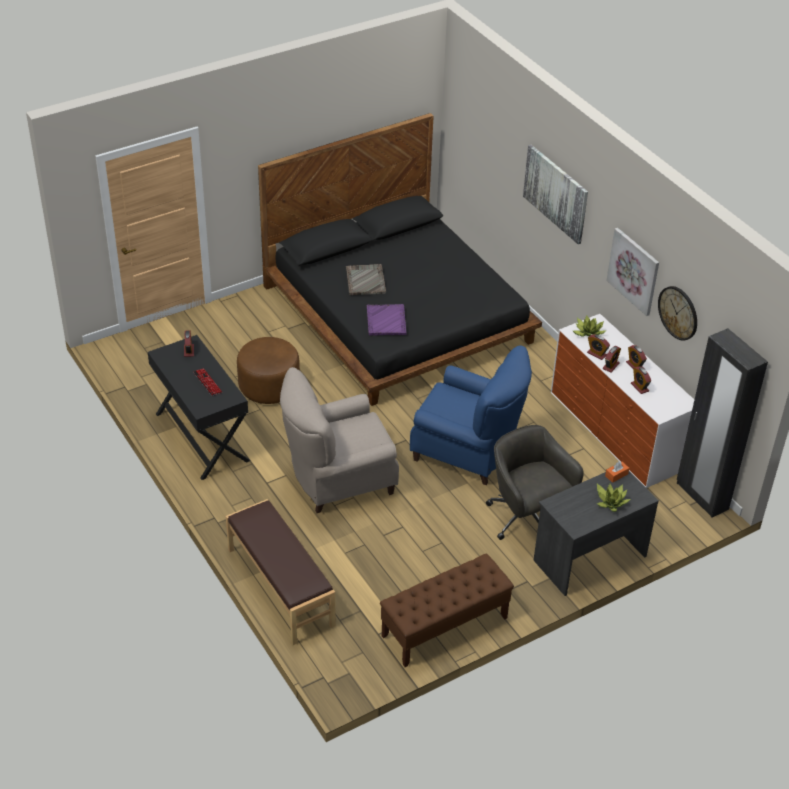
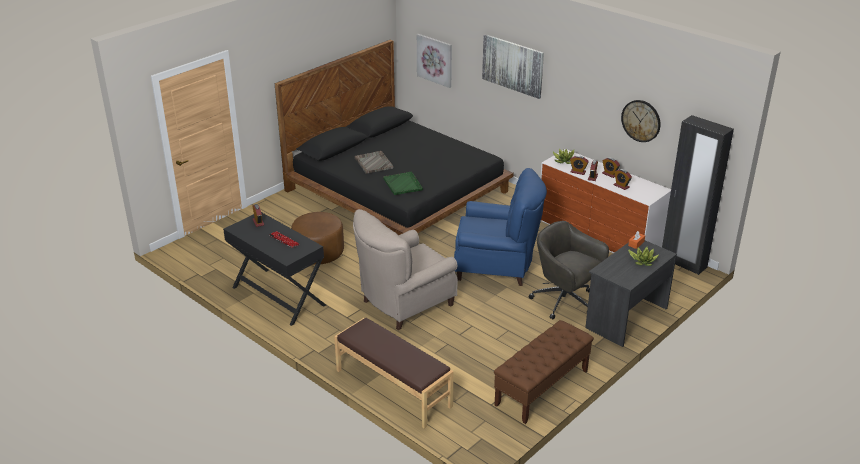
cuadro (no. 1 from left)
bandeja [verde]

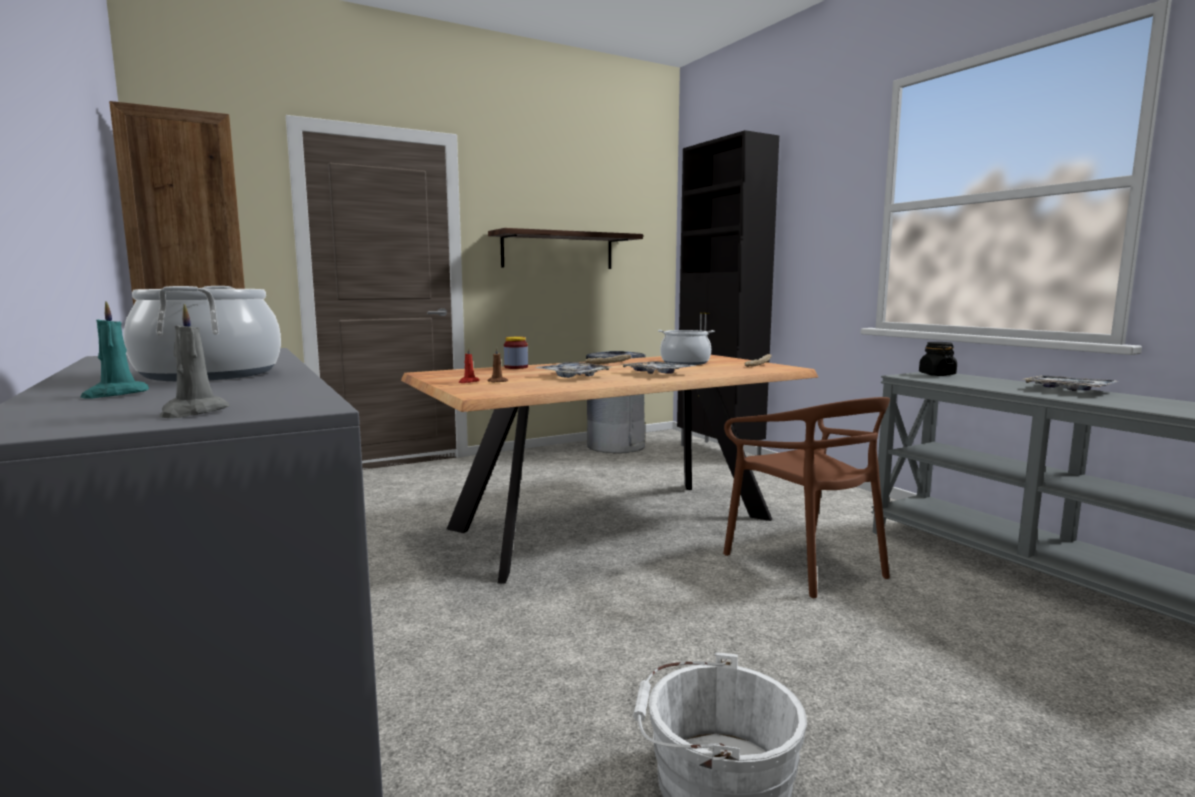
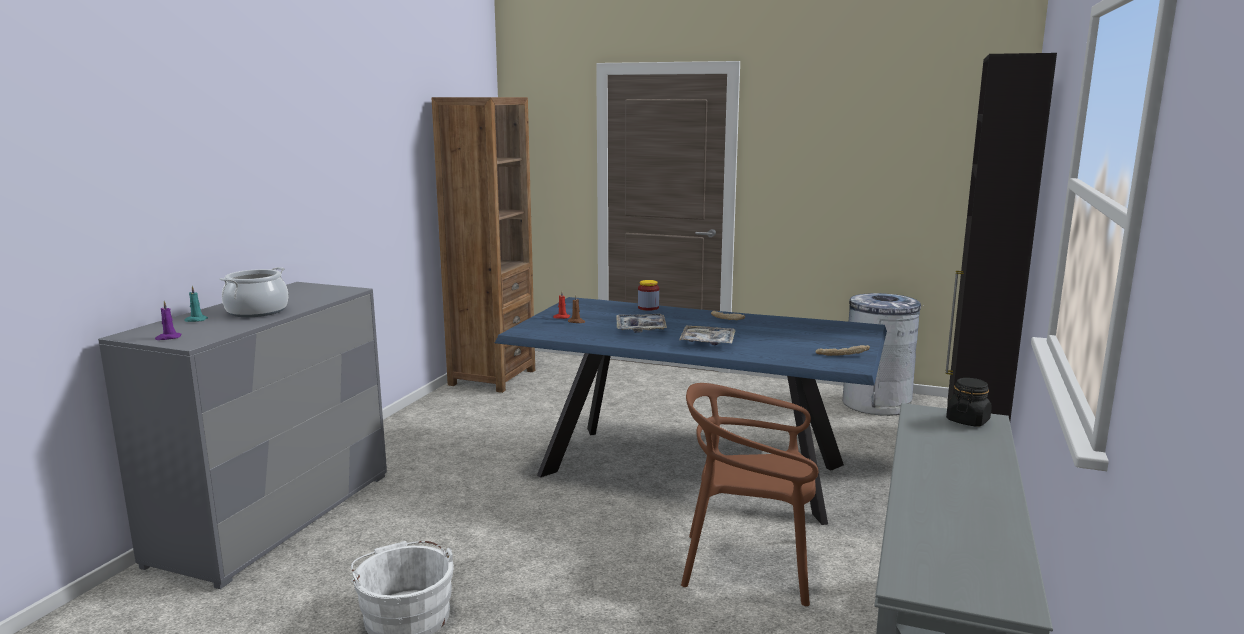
estante
olla (no. 2 from left in the first image)
bandeja (no. 3 from left in the first image)
vela [morado]
mesa de comedor [azul]
silla [marrón]

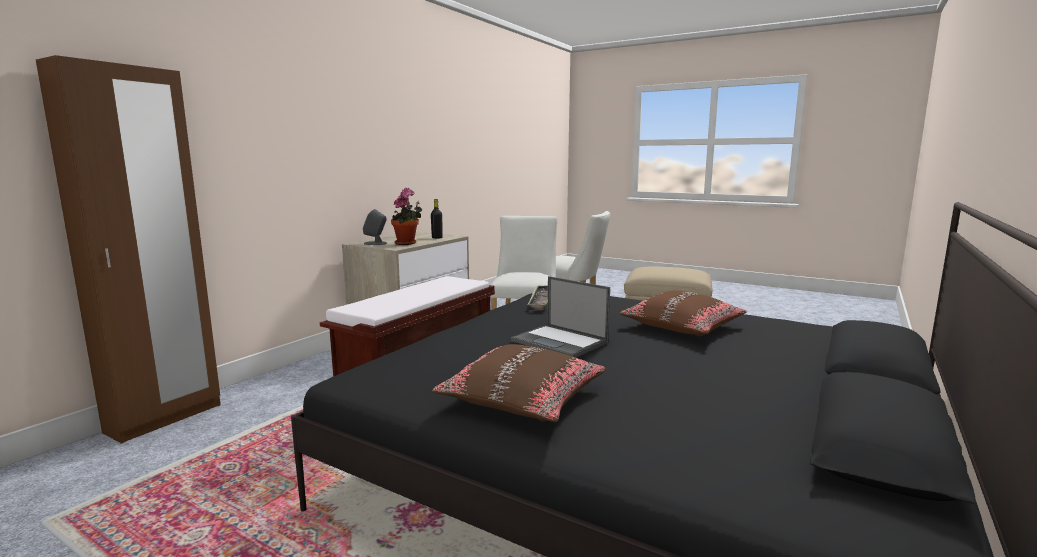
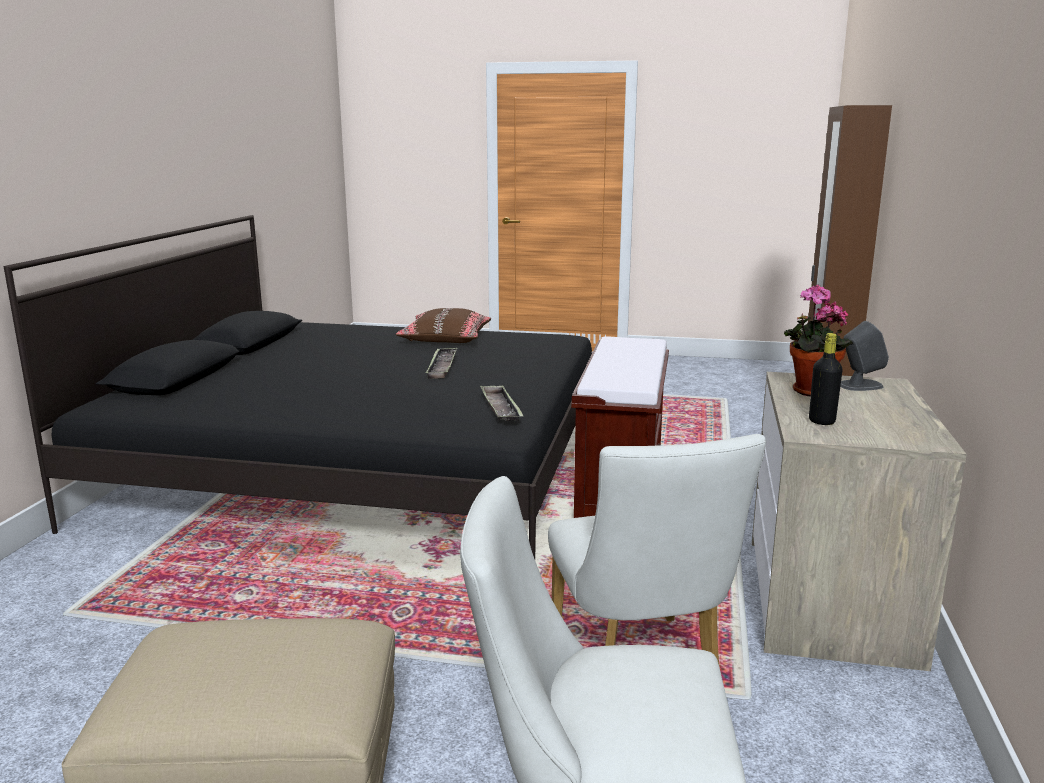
cojín [marrón] (no. 2 from left in the first image)
bandeja (no. 1 from left)

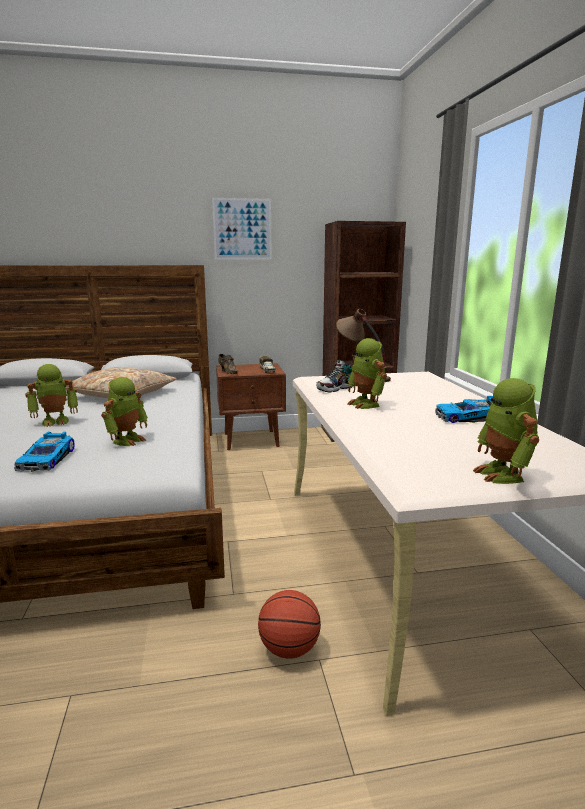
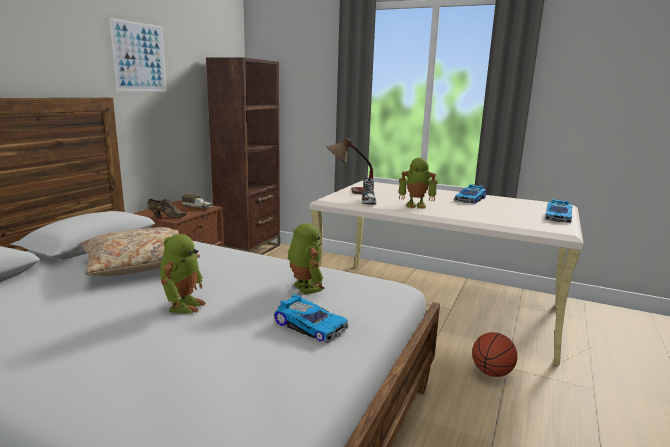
coche de juguete (no. 3 from left)

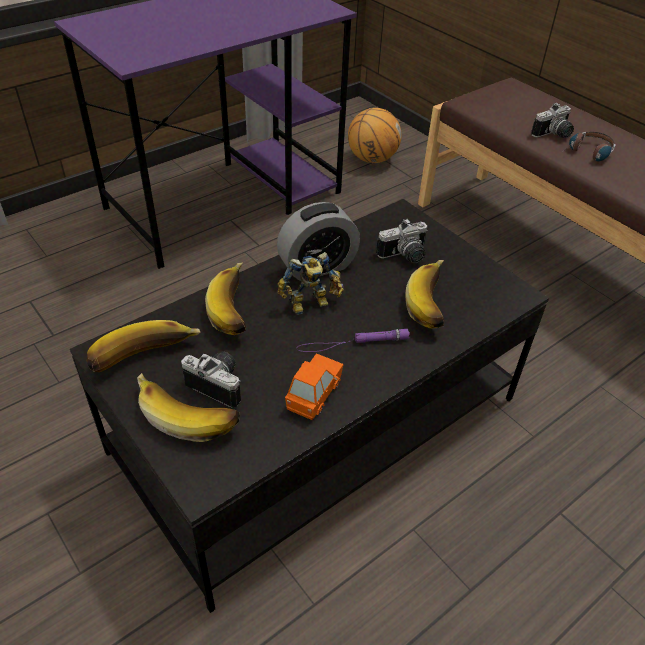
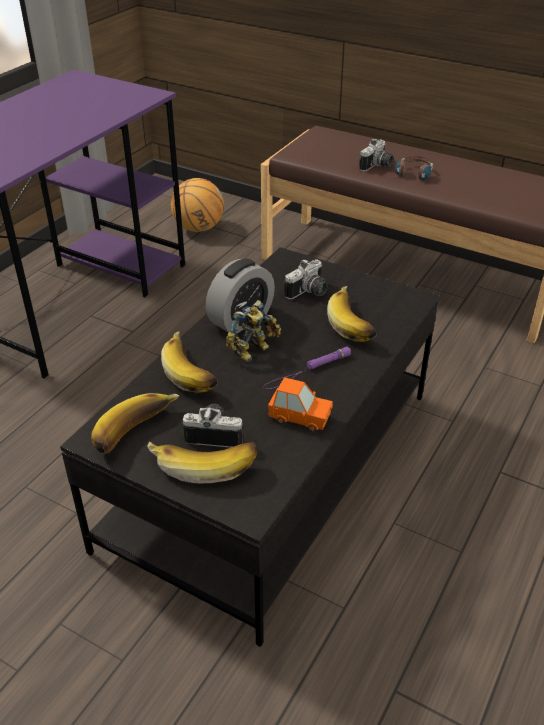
coche de juguete [naranja]

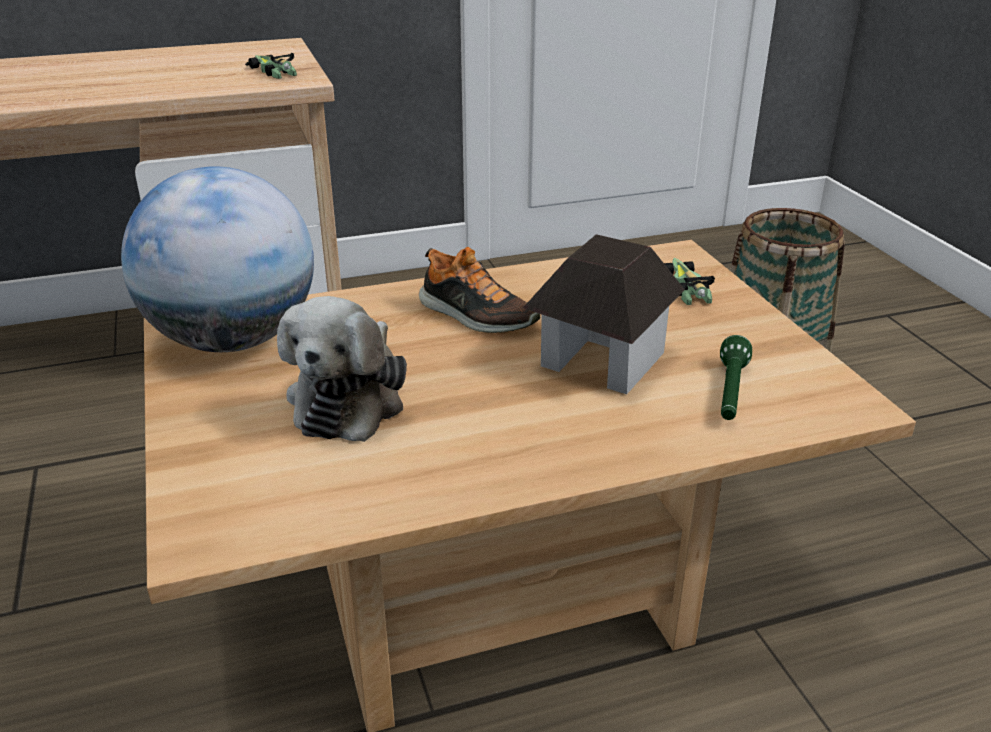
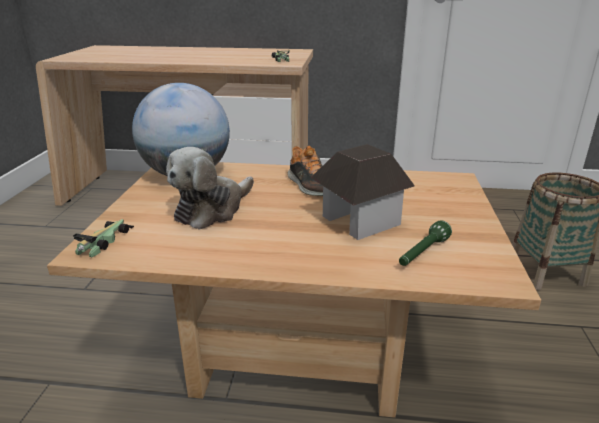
coche de juguete (no. 1 from left)

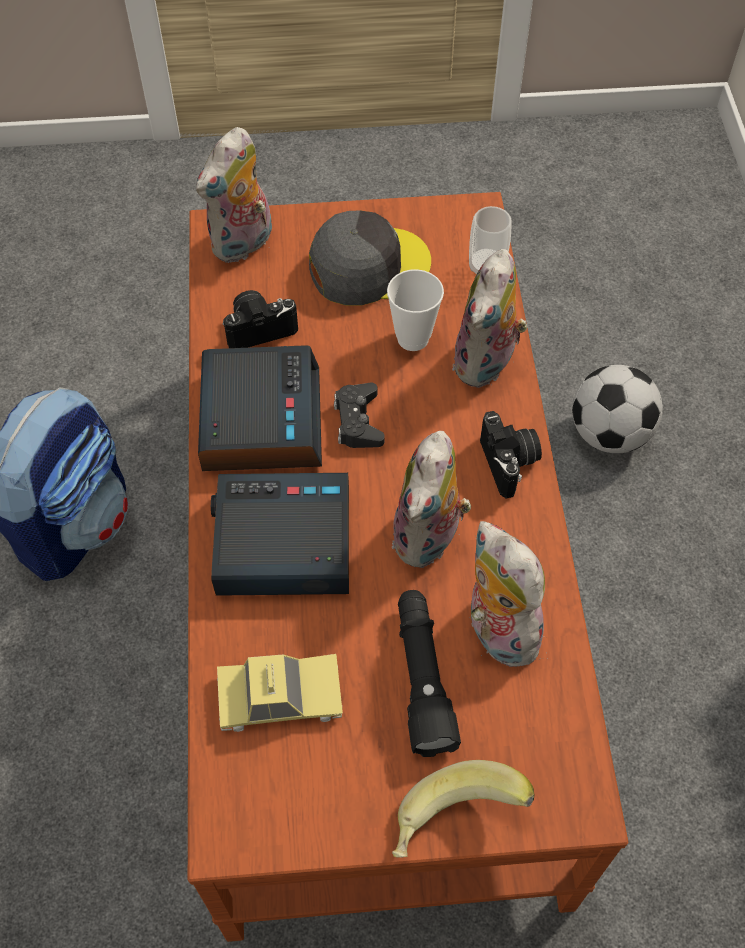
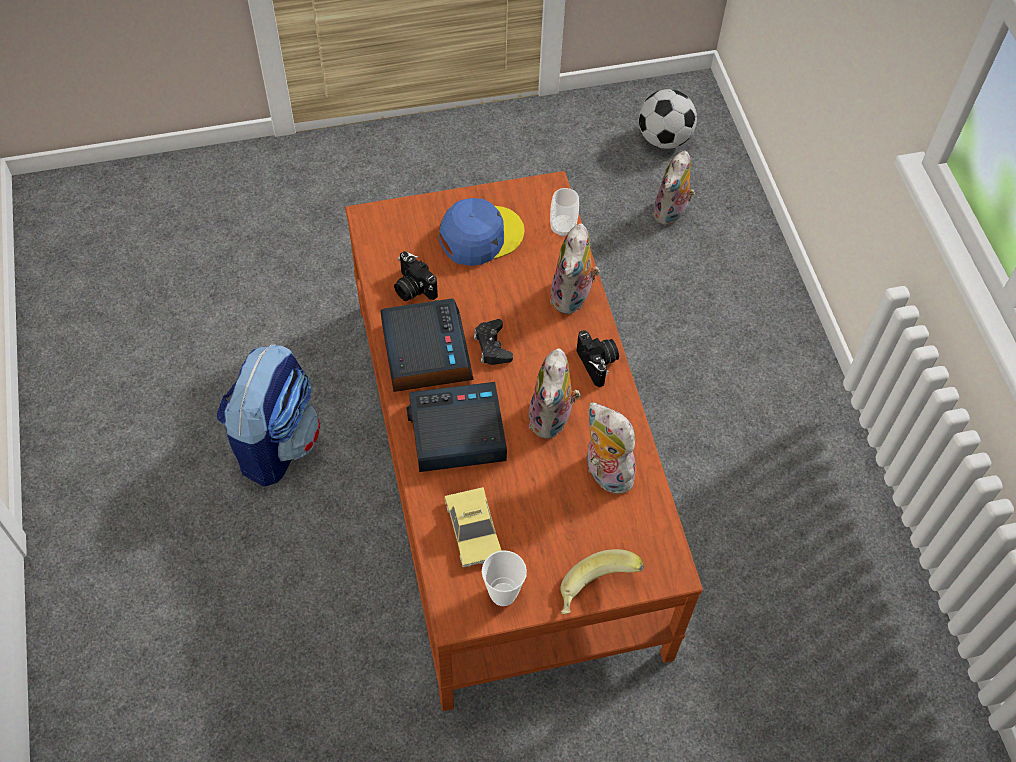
linterna [negro]
peluche (no. 4 from left)
taza (no. 1 from left)
balón de fútbol
gorra [azul]
coche de juguete
cámara (no. 1 from left)

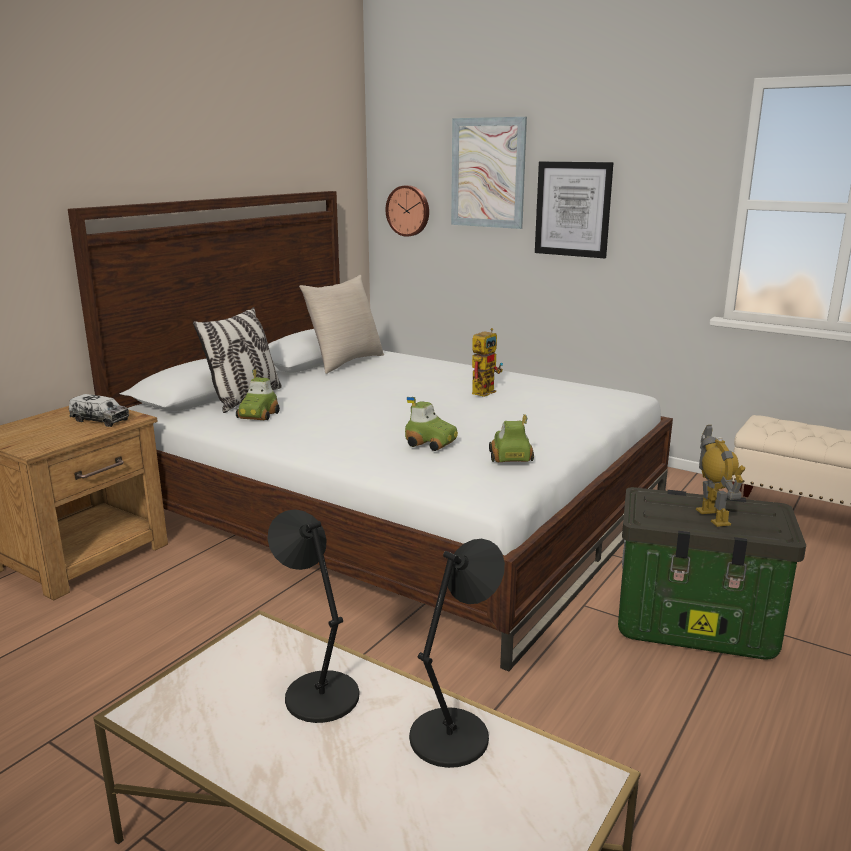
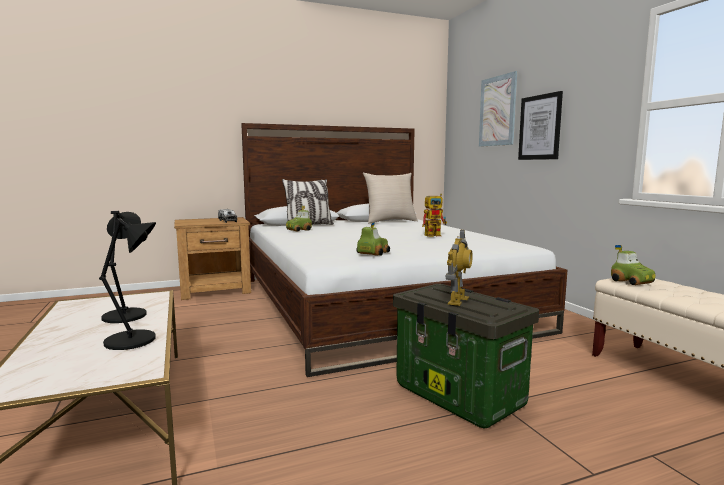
reloj de pared
coche de juguete (no. 3 from left)

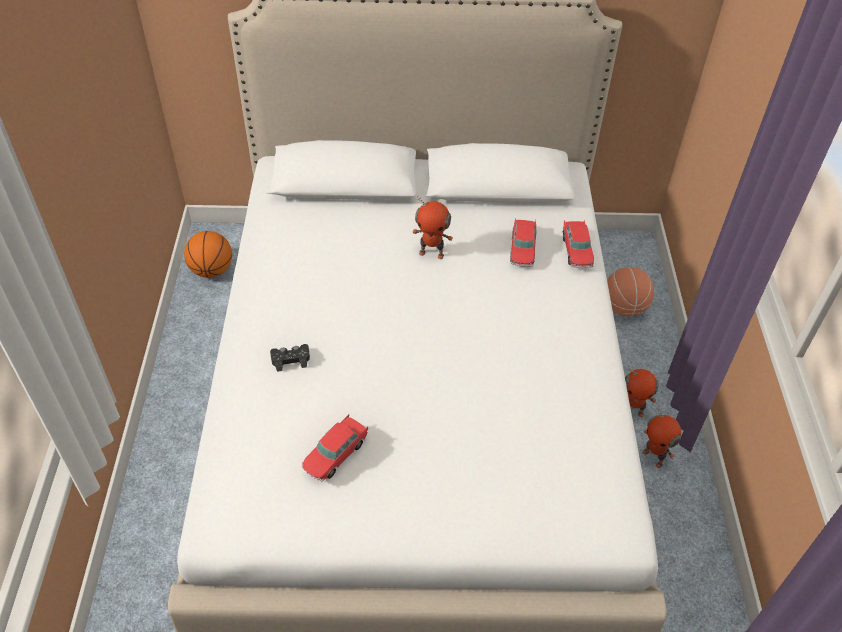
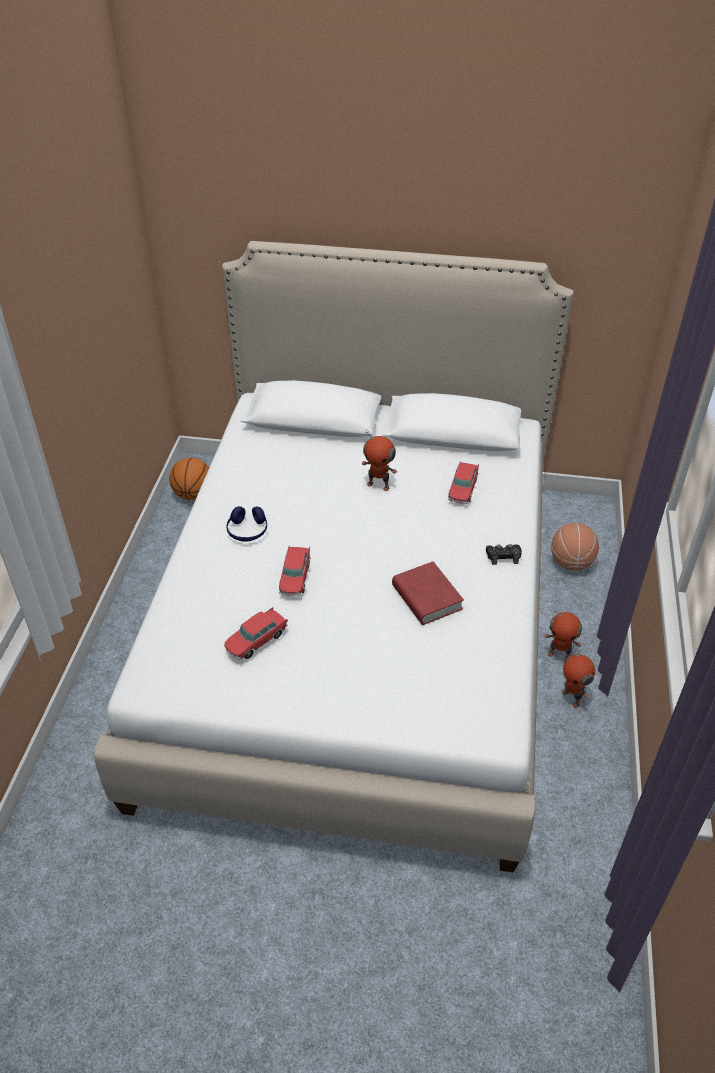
auriculares [azul]
libro [rojo]
mando de consola [negro]
coche de juguete (no. 2 from left)

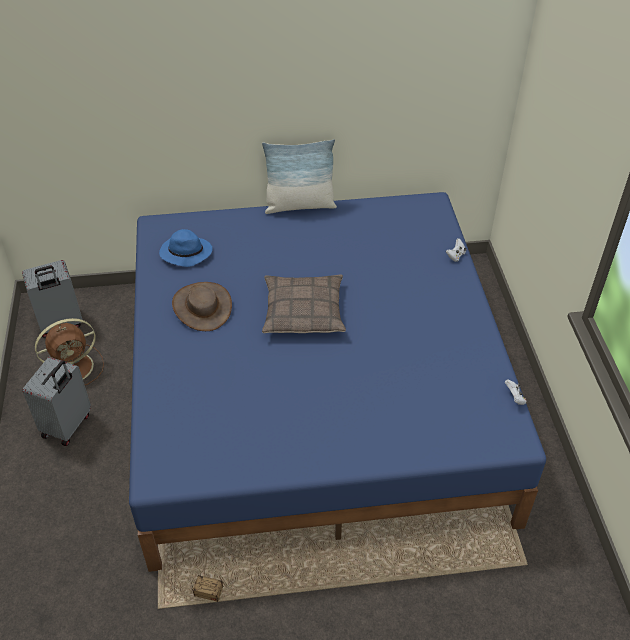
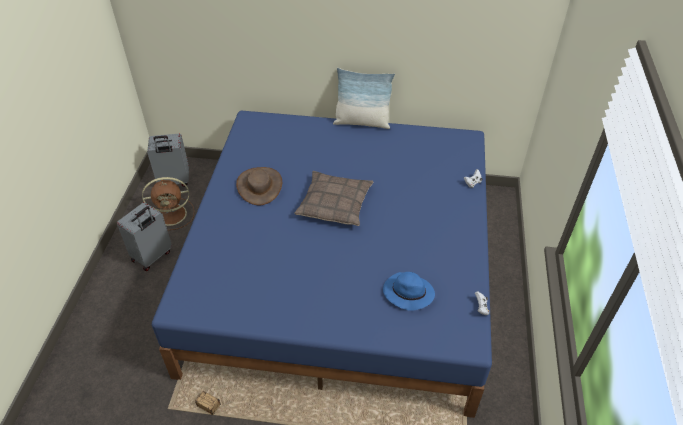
sombrero [azul]

